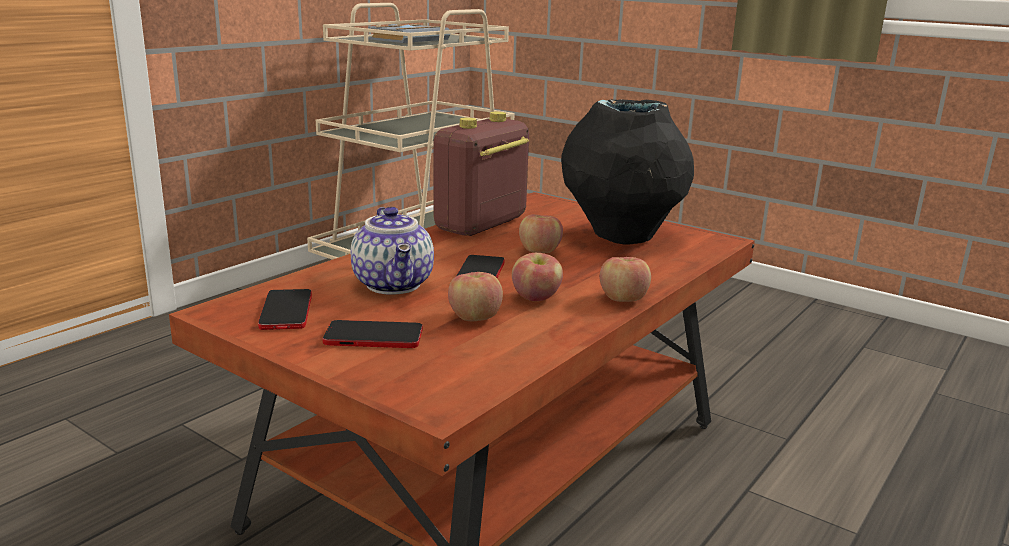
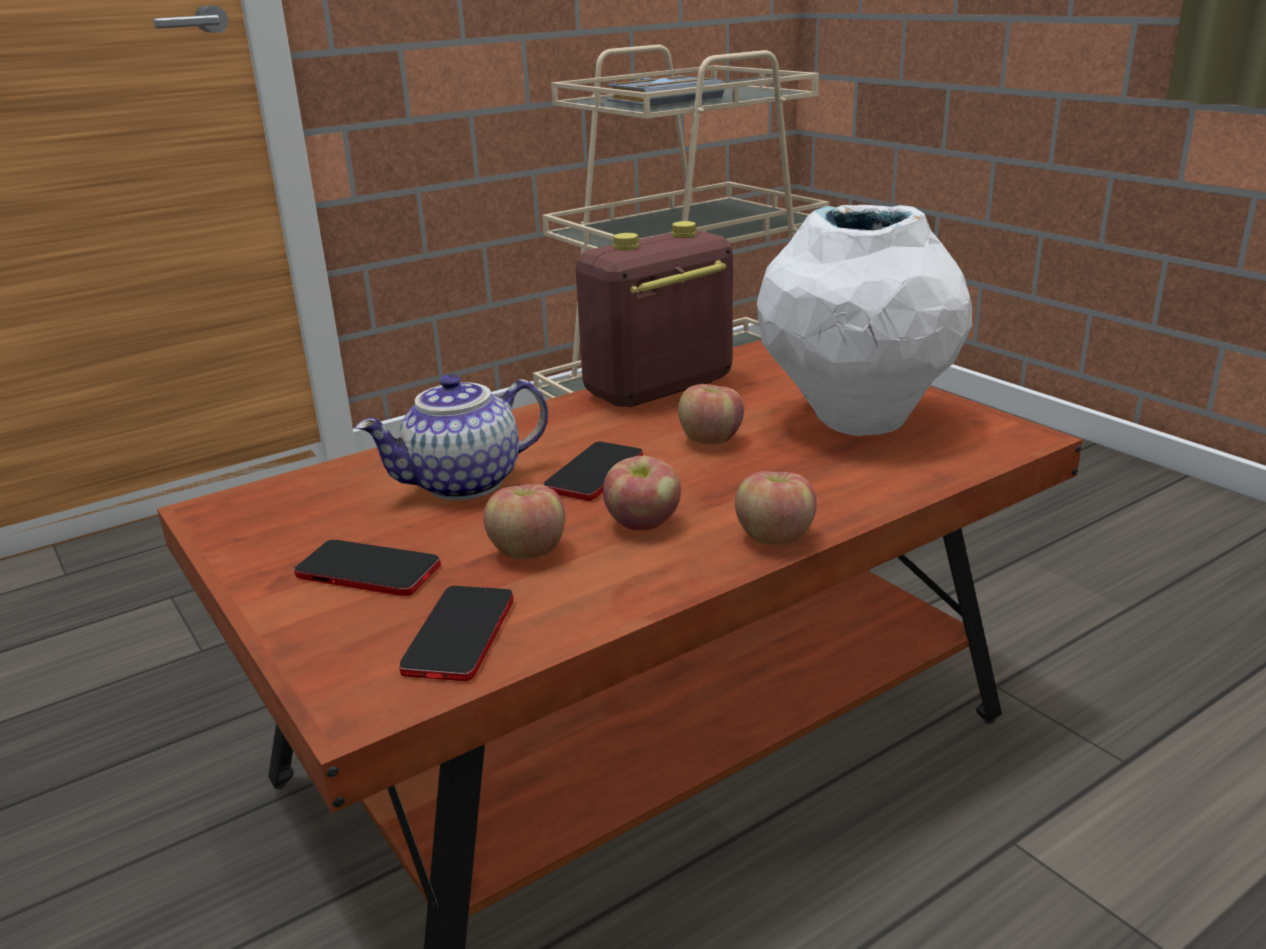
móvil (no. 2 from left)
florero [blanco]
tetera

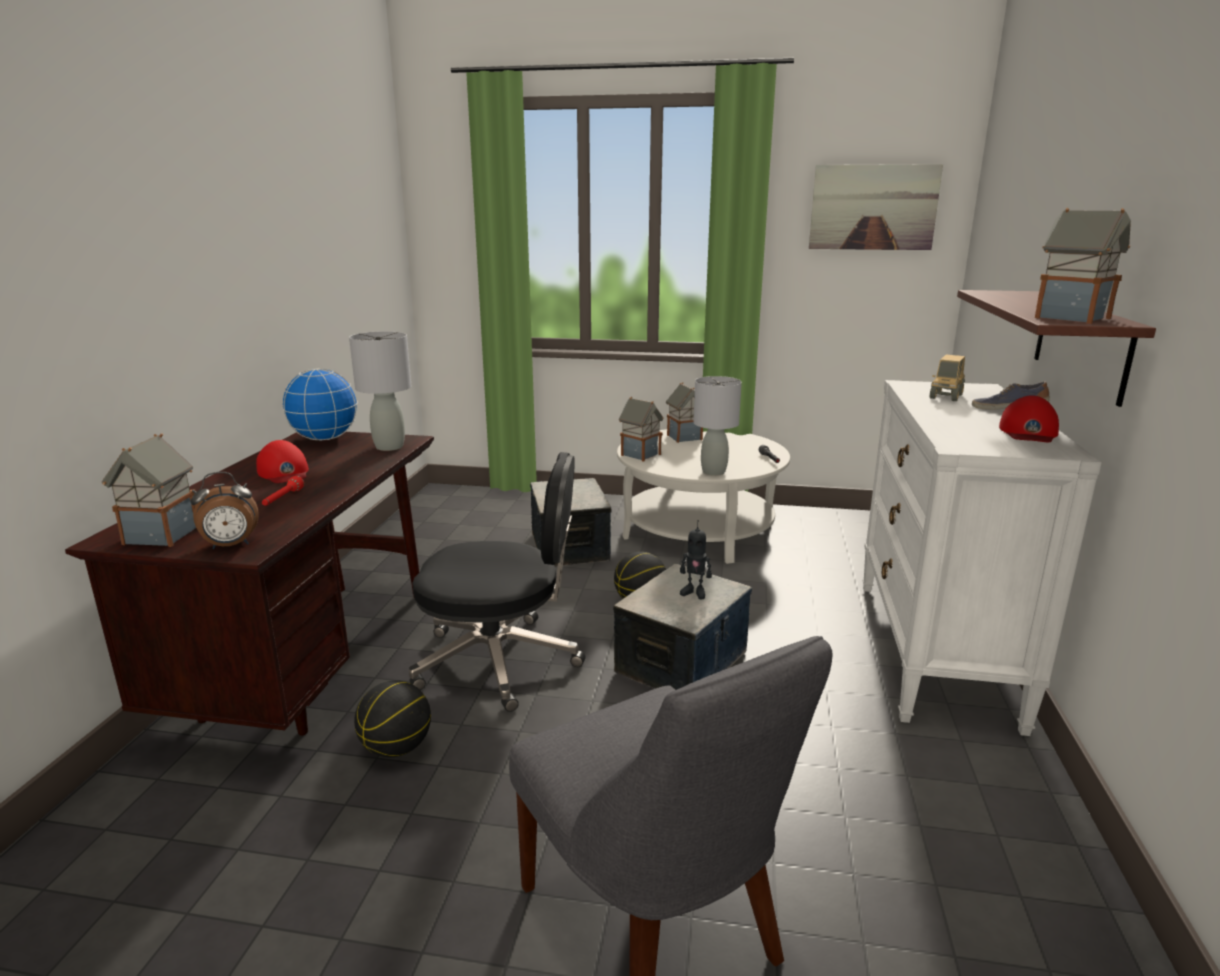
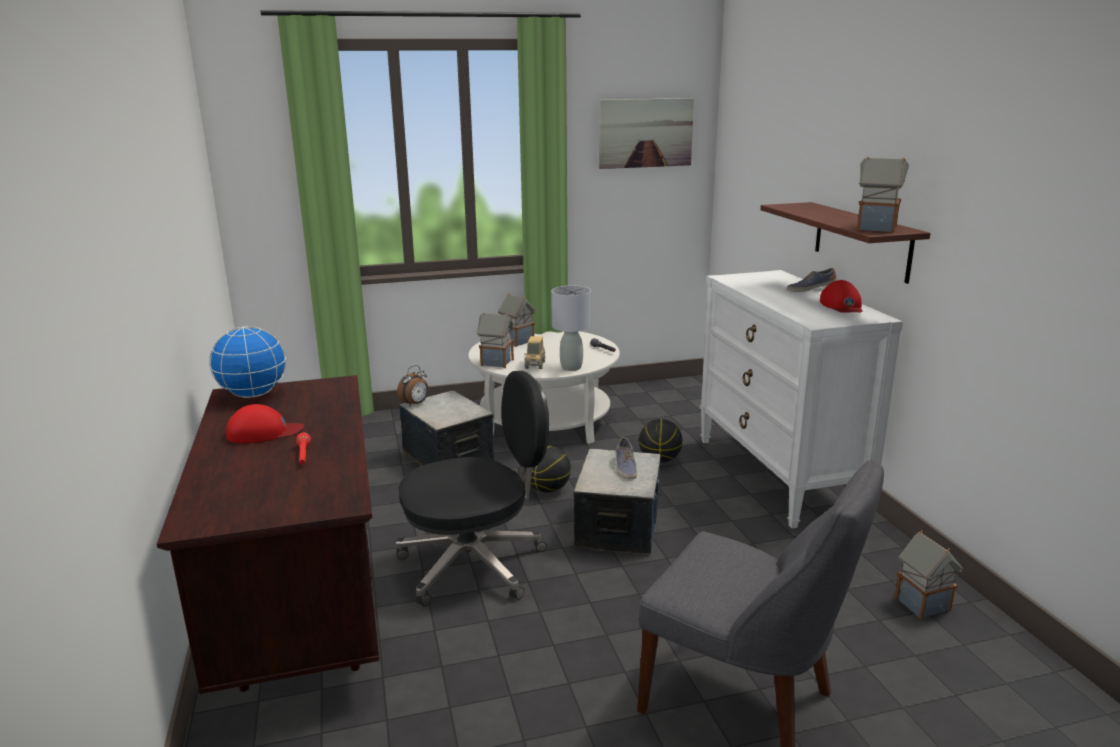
lámpara de mesa [gris] (no. 1 from left in the first image)
casita (no. 4 from left)
despertador
balón de baloncesto (no. 2 from left)
camión de juguete
zapato (no. 1 from left)
gorra [rojo] (no. 1 from left)

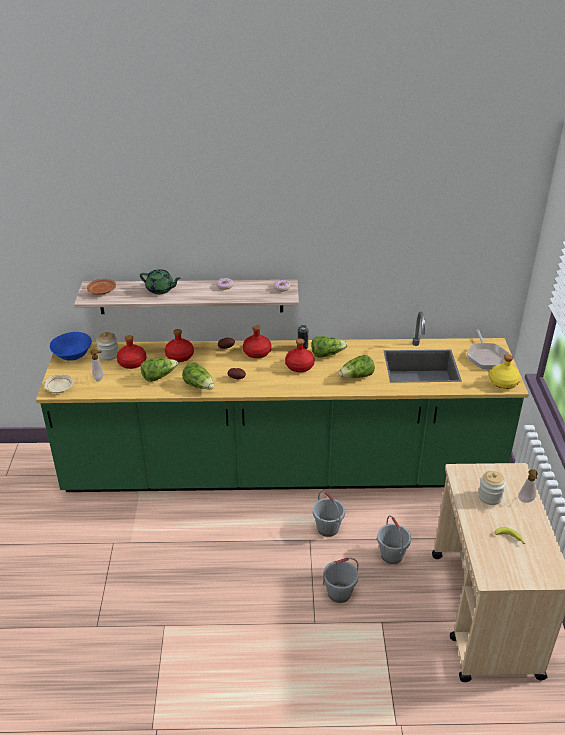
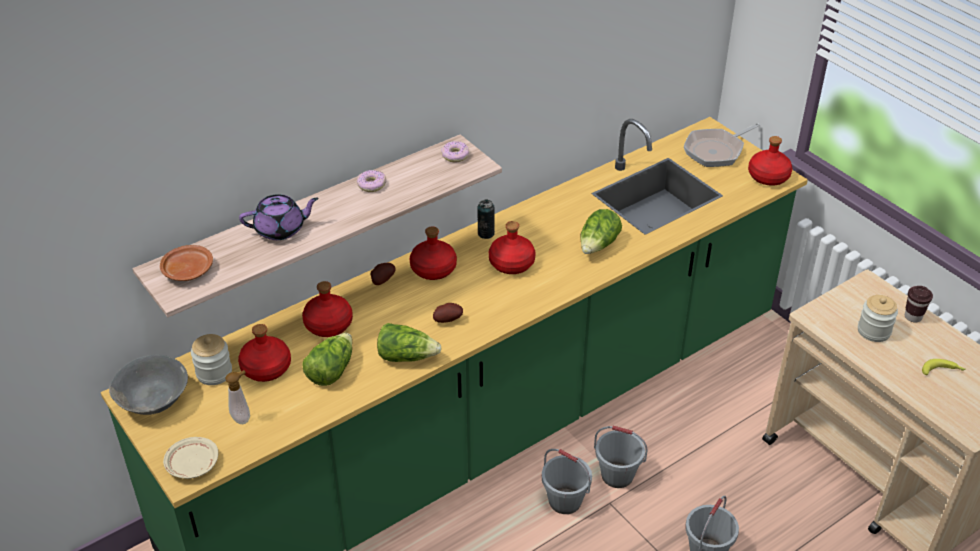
lechuga (no. 3 from left in the first image)
cubo [gris] (no. 1 from left)
taza [marrón]
cuenco [gris]
tetera [morado]
botella [rojo] (no. 5 from left)
sartén

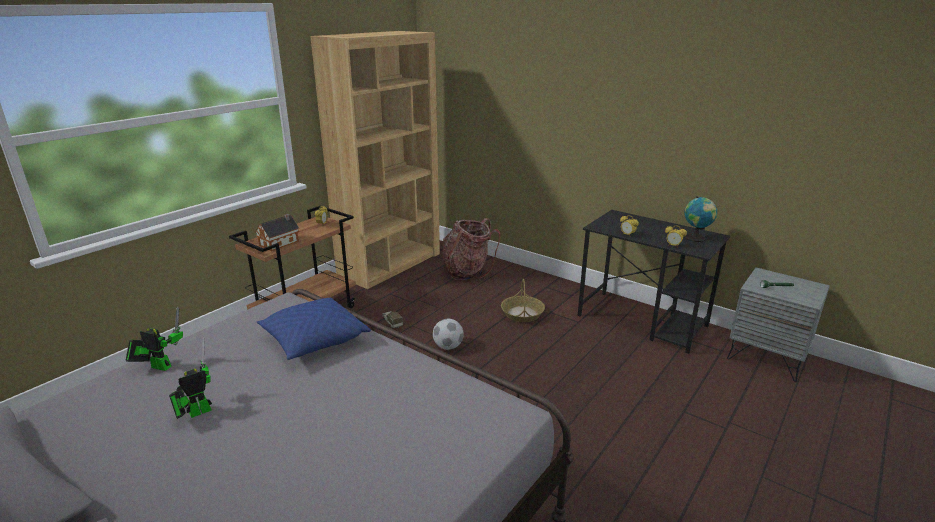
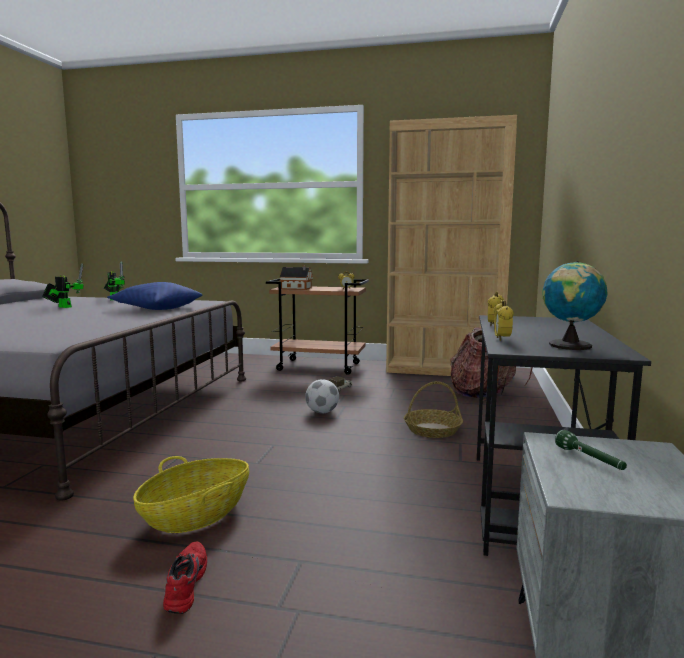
cesta (no. 1 from left)
zapato [rojo]

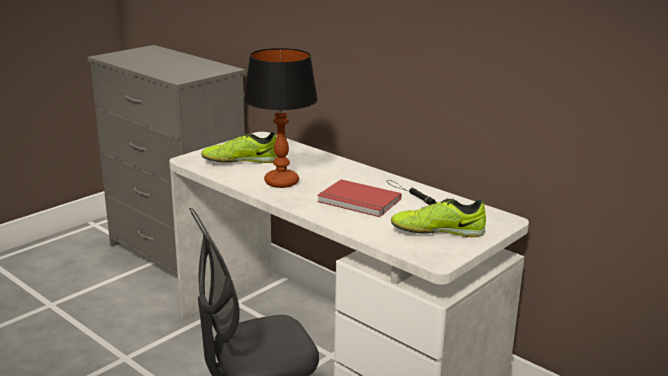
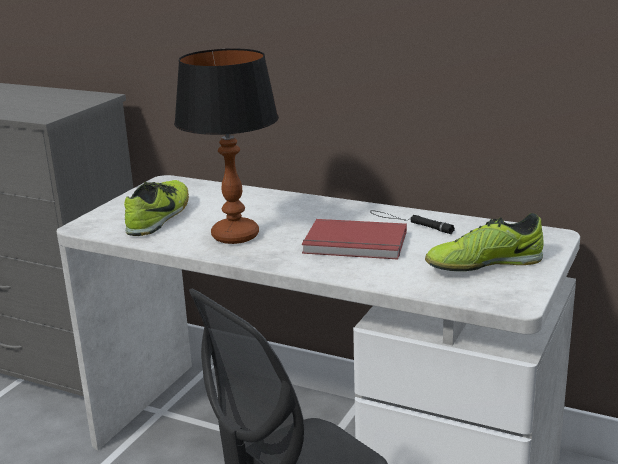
zapato (no. 1 from left)

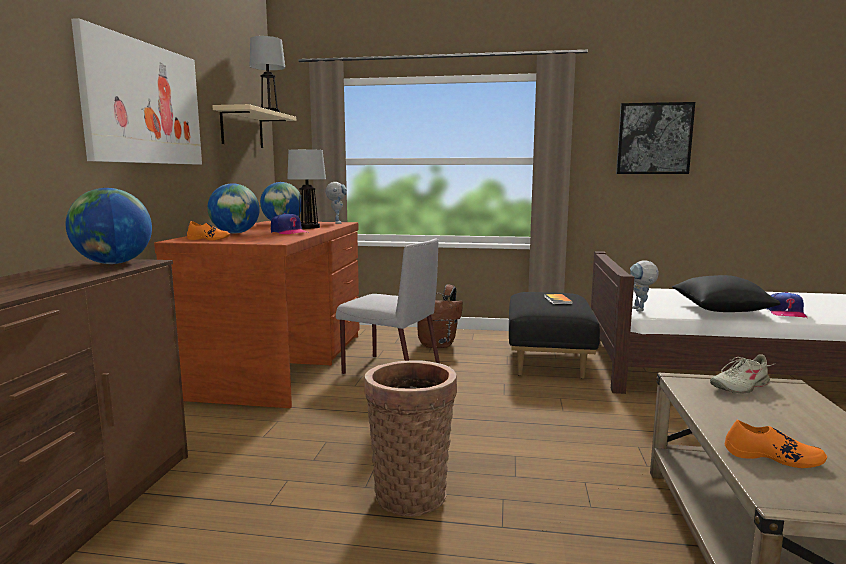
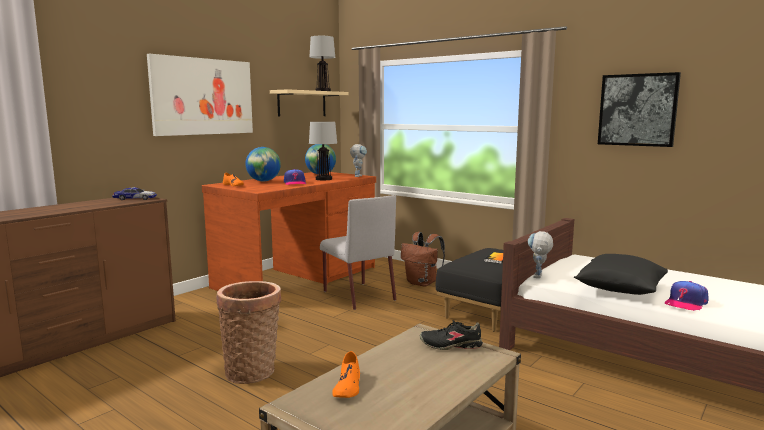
coche de juguete
zapato [negro]
zapato [naranja] (no. 2 from left)

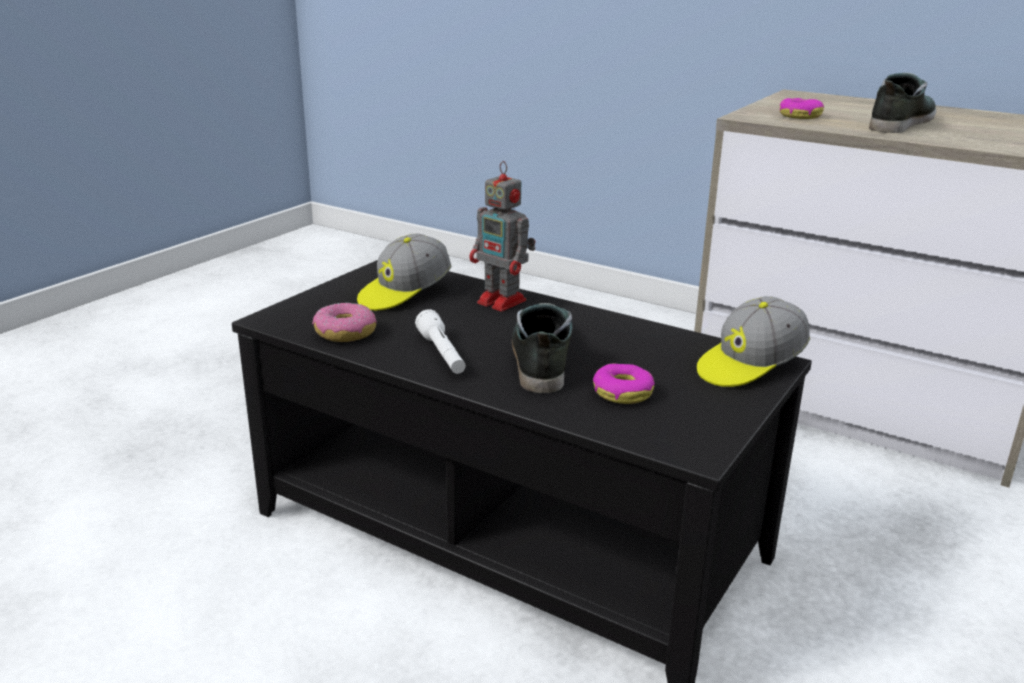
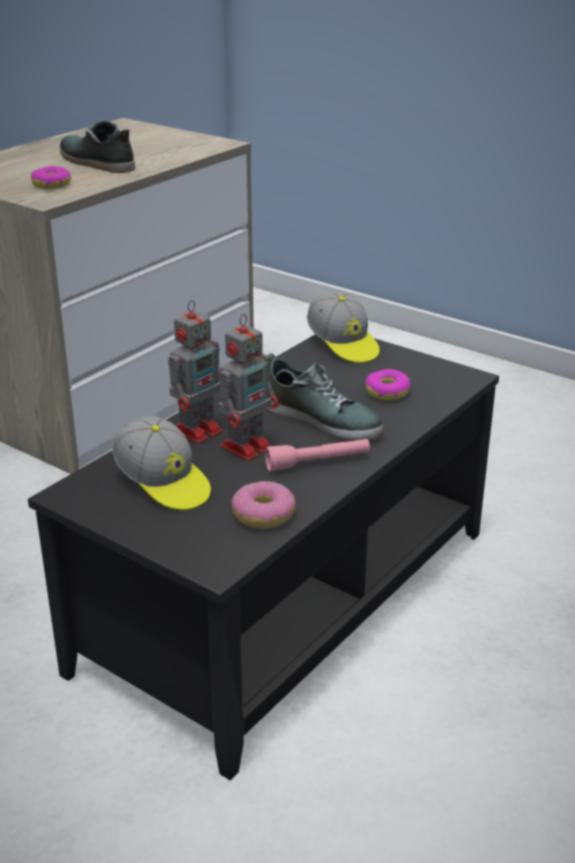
robot de juguete (no. 2 from left)
linterna [rosa]
zapato (no. 2 from left)

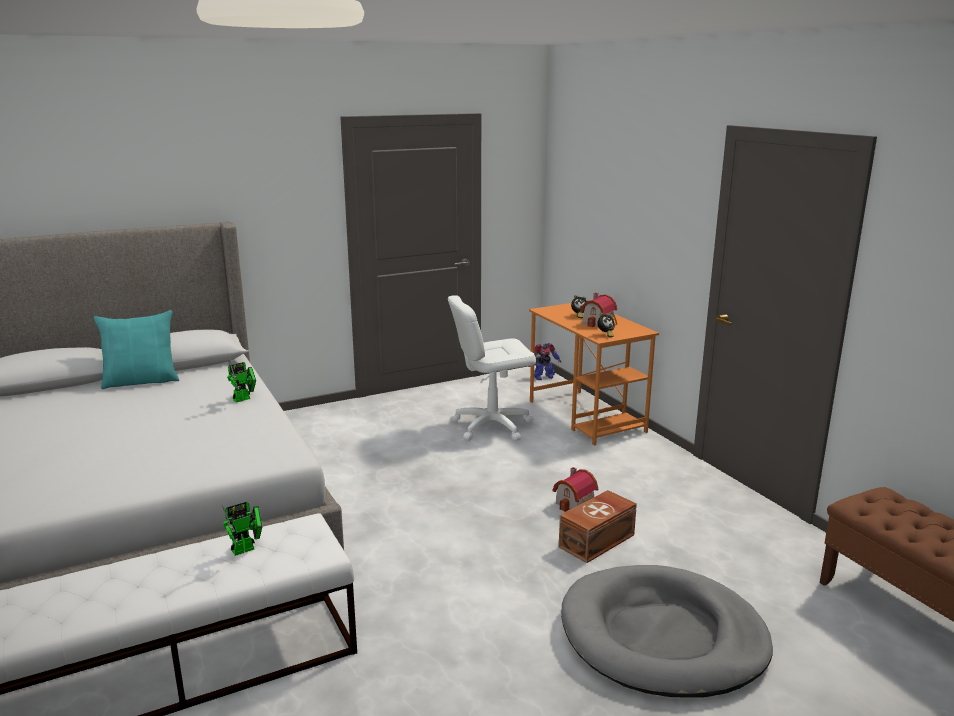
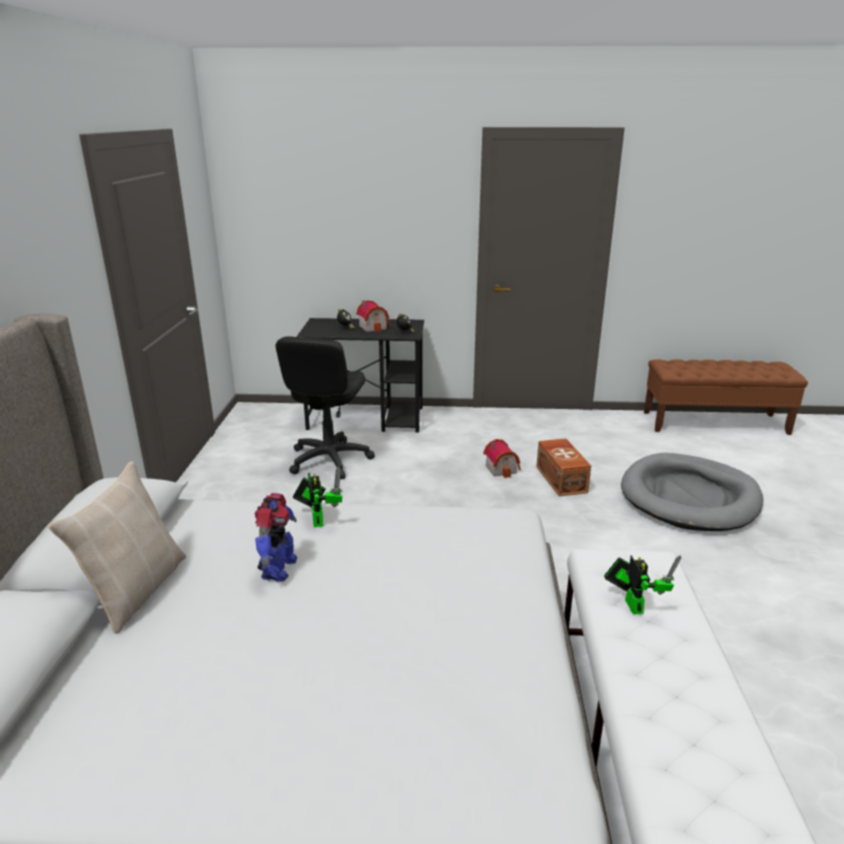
robot de juguete (no. 1 from left)
cojín [beis]
silla de oficina [negro]
escritorio [negro]

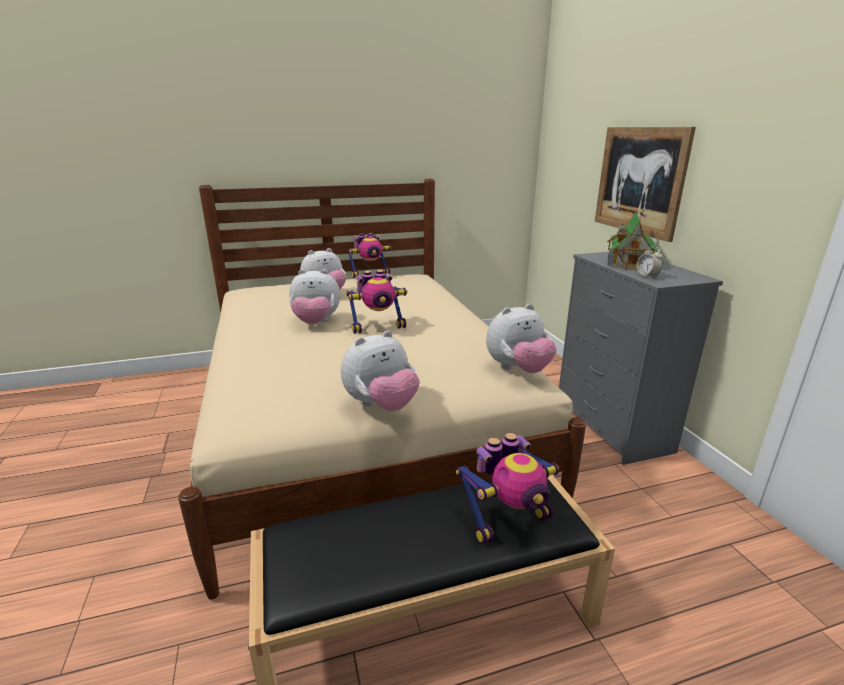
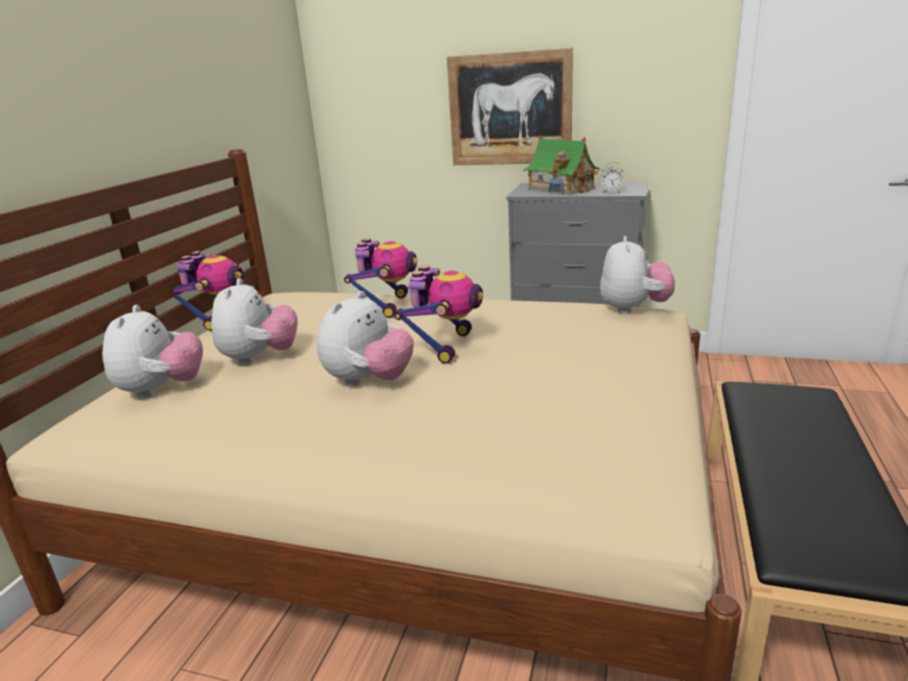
peluche (no. 1 from left)
robot de juguete (no. 2 from left)

